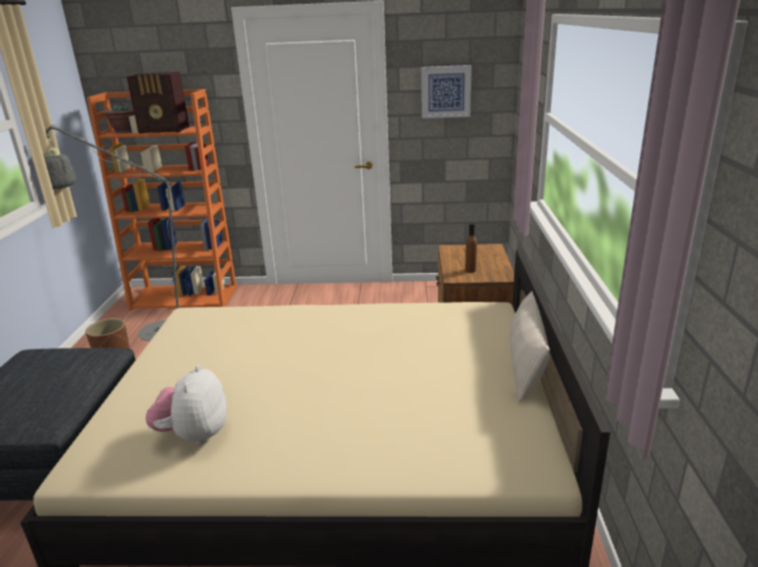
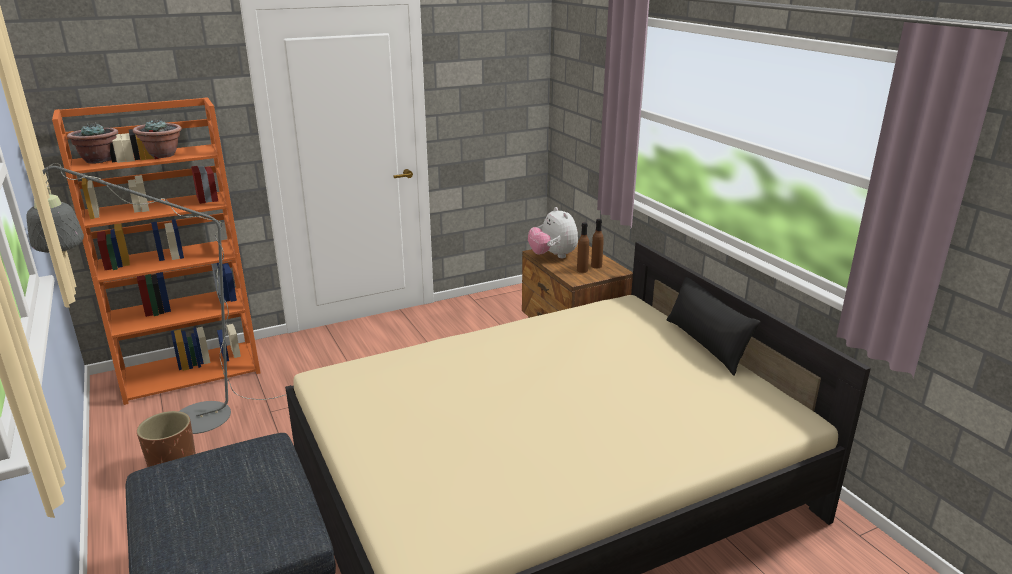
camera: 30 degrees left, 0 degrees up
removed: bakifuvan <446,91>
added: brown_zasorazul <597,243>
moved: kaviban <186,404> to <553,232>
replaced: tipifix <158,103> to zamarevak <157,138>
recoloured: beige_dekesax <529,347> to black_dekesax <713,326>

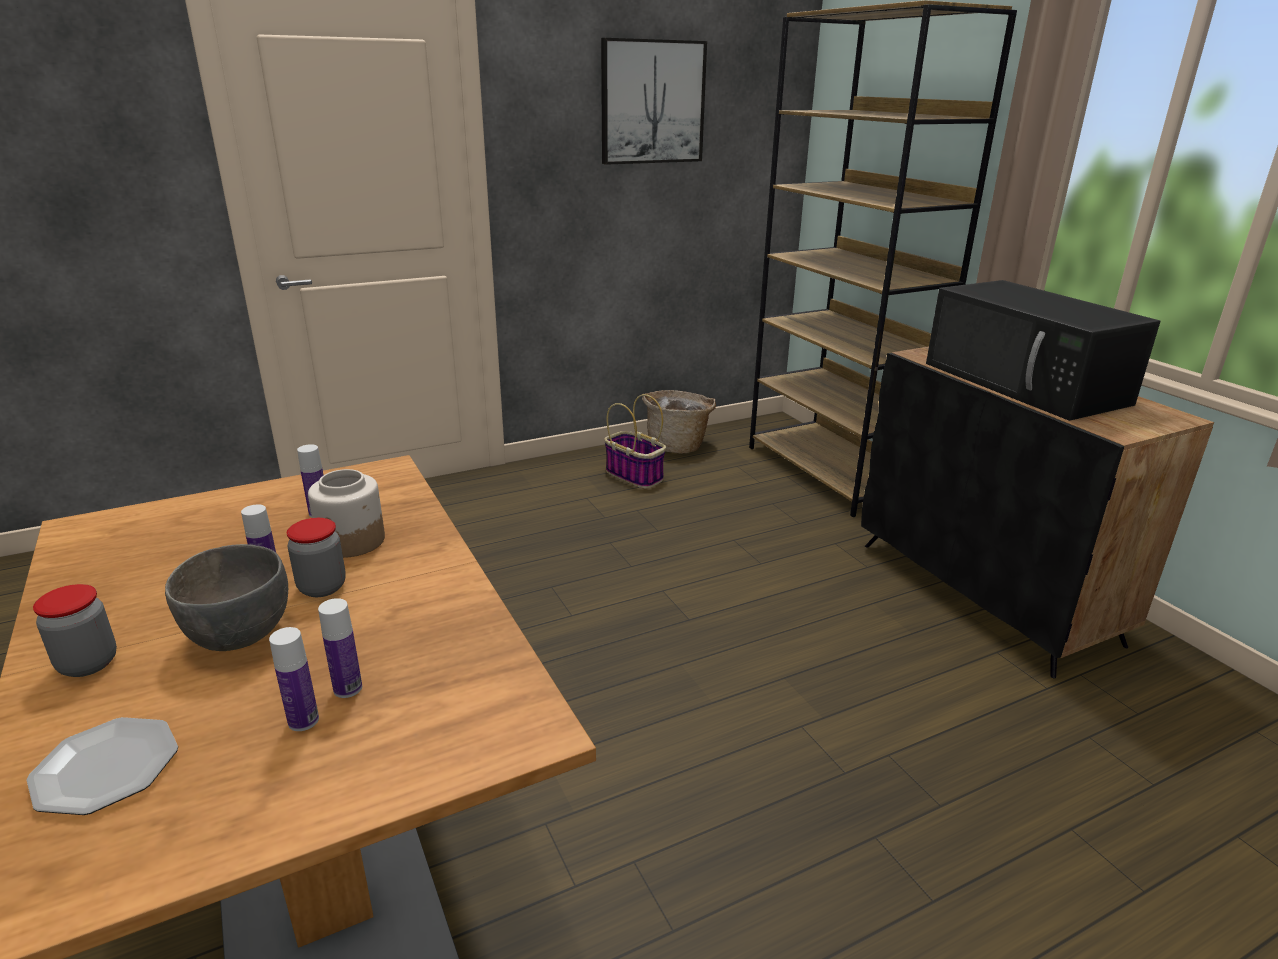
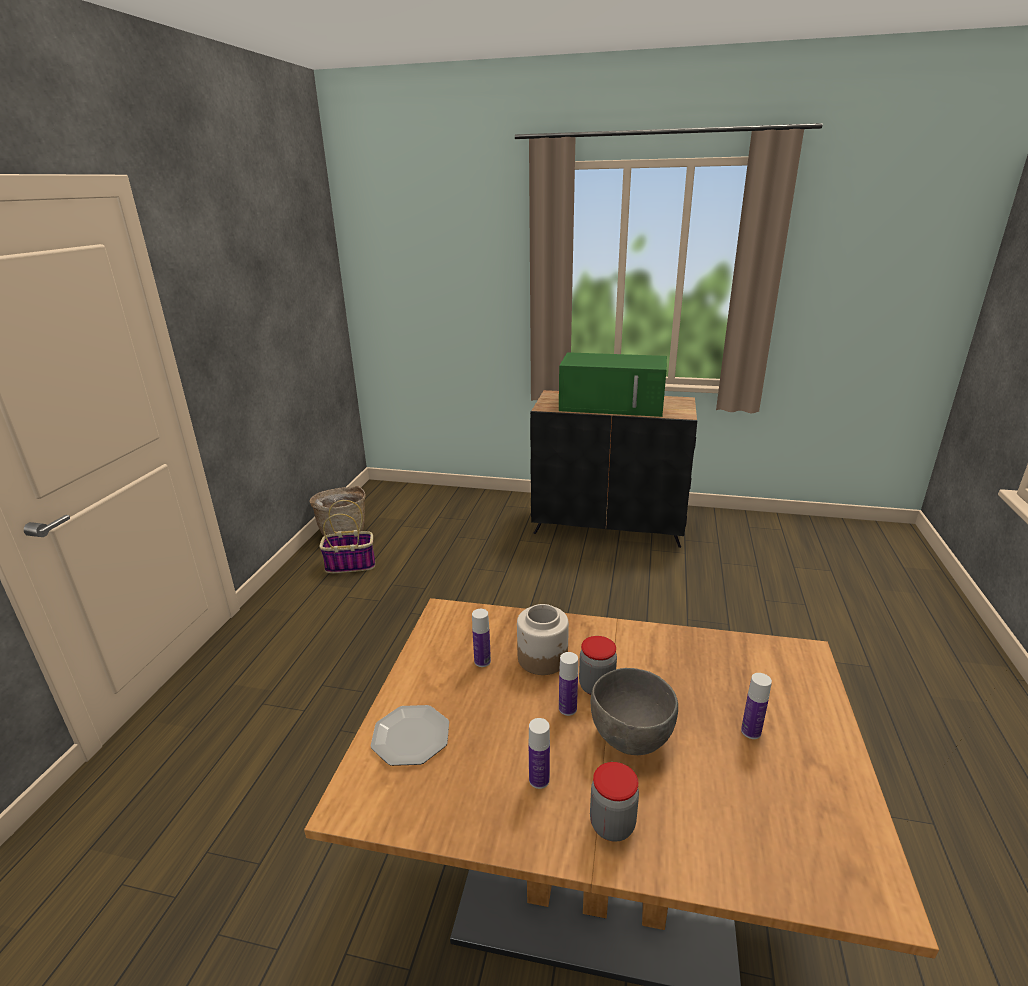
camera: 50 degrees left, 0 degrees up
removed: bakifuvan <654,101>; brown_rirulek <883,258>
moved: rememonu <102,766> to <410,735>; zasorazul <340,648> to <539,753>
recoloured: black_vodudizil <1043,350> to green_vodudizil <613,384>

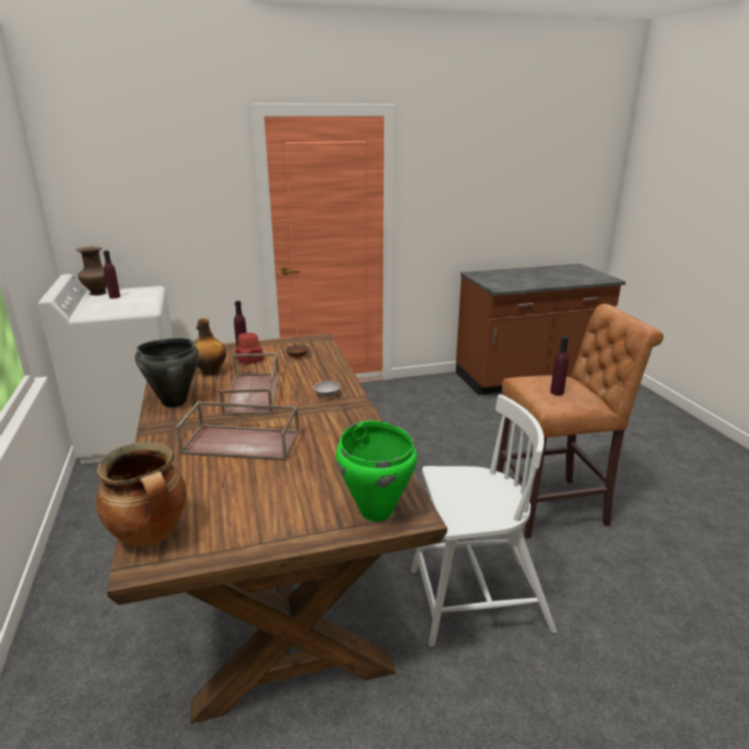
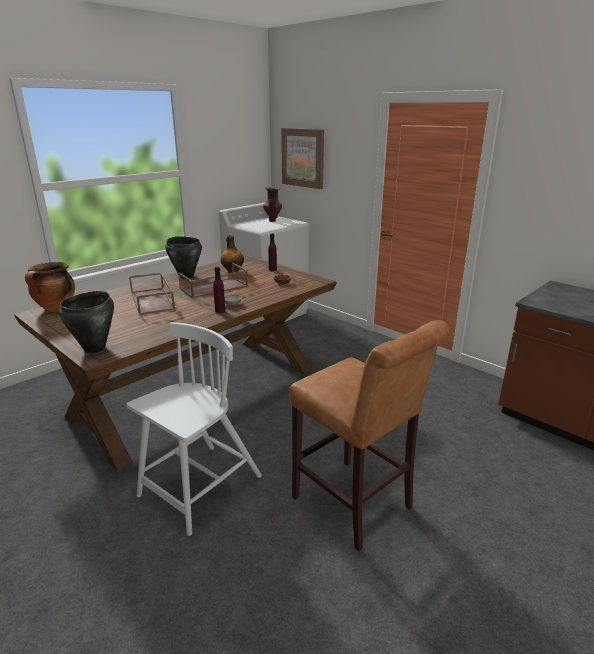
camera: 60 degrees right, 0 degrees up
removed: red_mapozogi <249,348>
added: bakifuvan <302,158>
moved: purple_zasorazul <559,365> to <219,290>
recoloured: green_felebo <376,471> to black_felebo <86,322>
turned: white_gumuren <484,520> = <194,429> 105 degrees counterclockwise

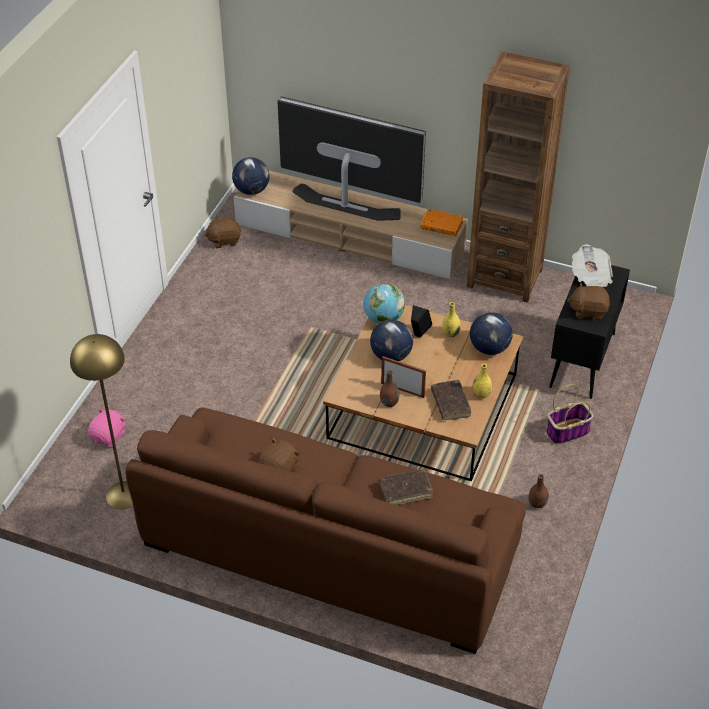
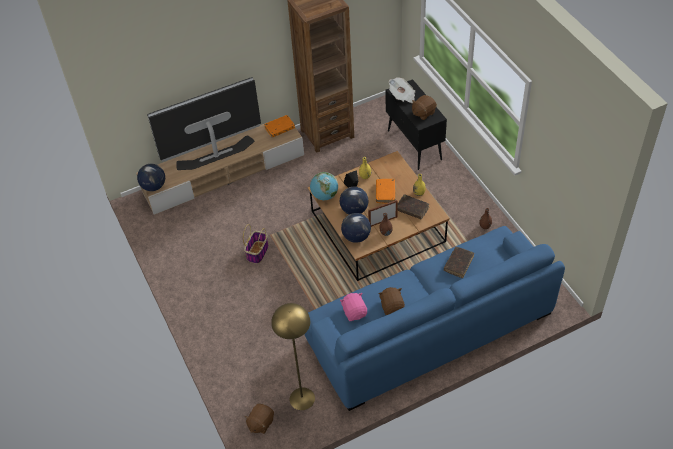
camera: 45 degrees left, 5 degrees up
added: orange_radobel <386,191>
moved: pink_kaviban <107,428> to <353,307>; brown_kaviban <223,232> to <259,419>; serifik <491,333> to <356,228>; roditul <570,414> to <256,244>
recoloured: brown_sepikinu <325,530> to blue_sepikinu <435,318>

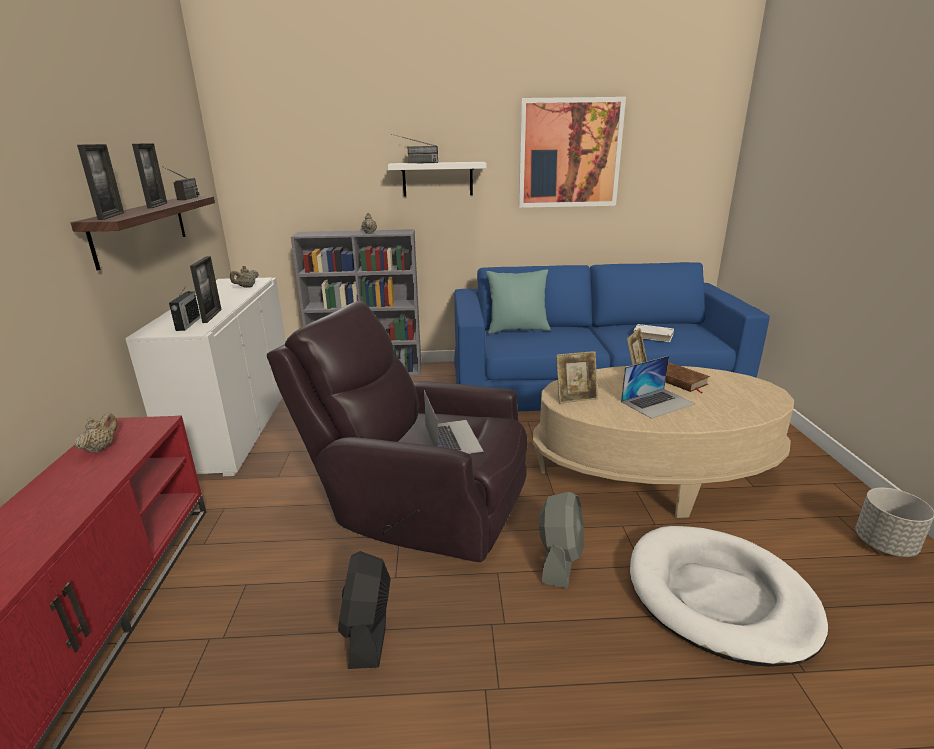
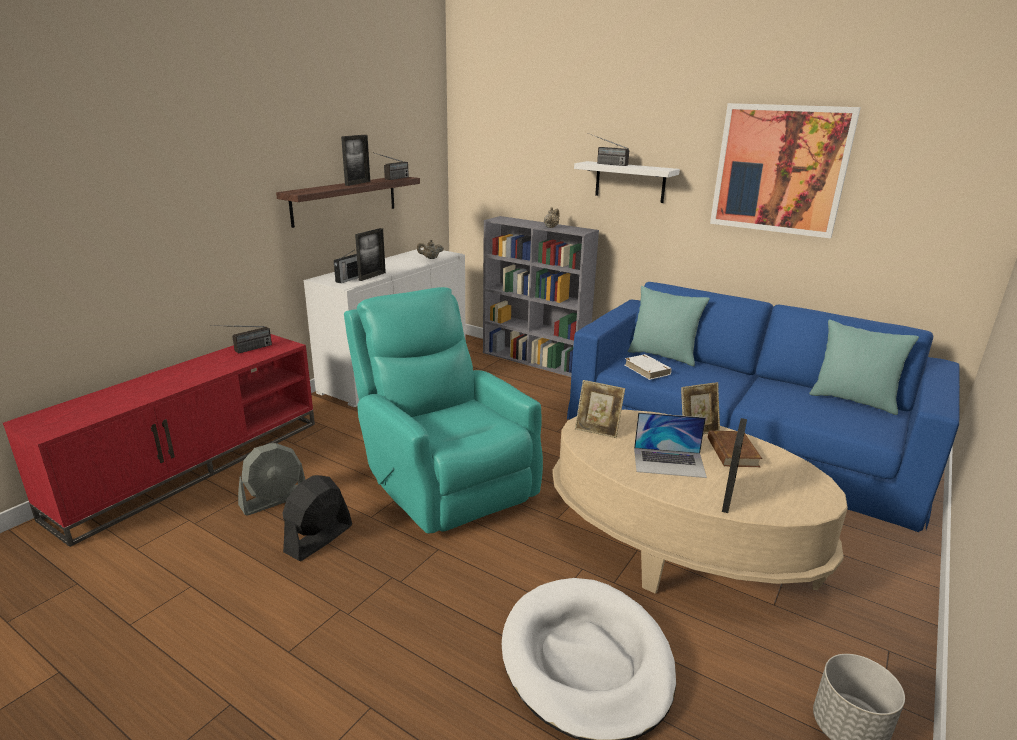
camera: 35 degrees right, 0 degrees up
removed: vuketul <453,422>
added: turquoise_dekesax <864,367>
moved: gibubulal <100,182> to <734,465>; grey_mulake <561,540> to <271,479>; white_radobel <652,333> to <648,367>
replaced: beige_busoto <96,433> to tipifix <241,339>
recoloured: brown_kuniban <397,431> to turquoise_kuniban <443,410>

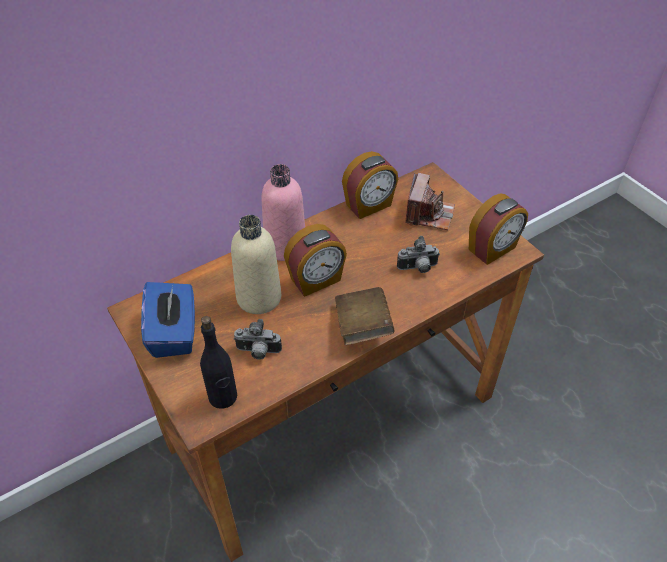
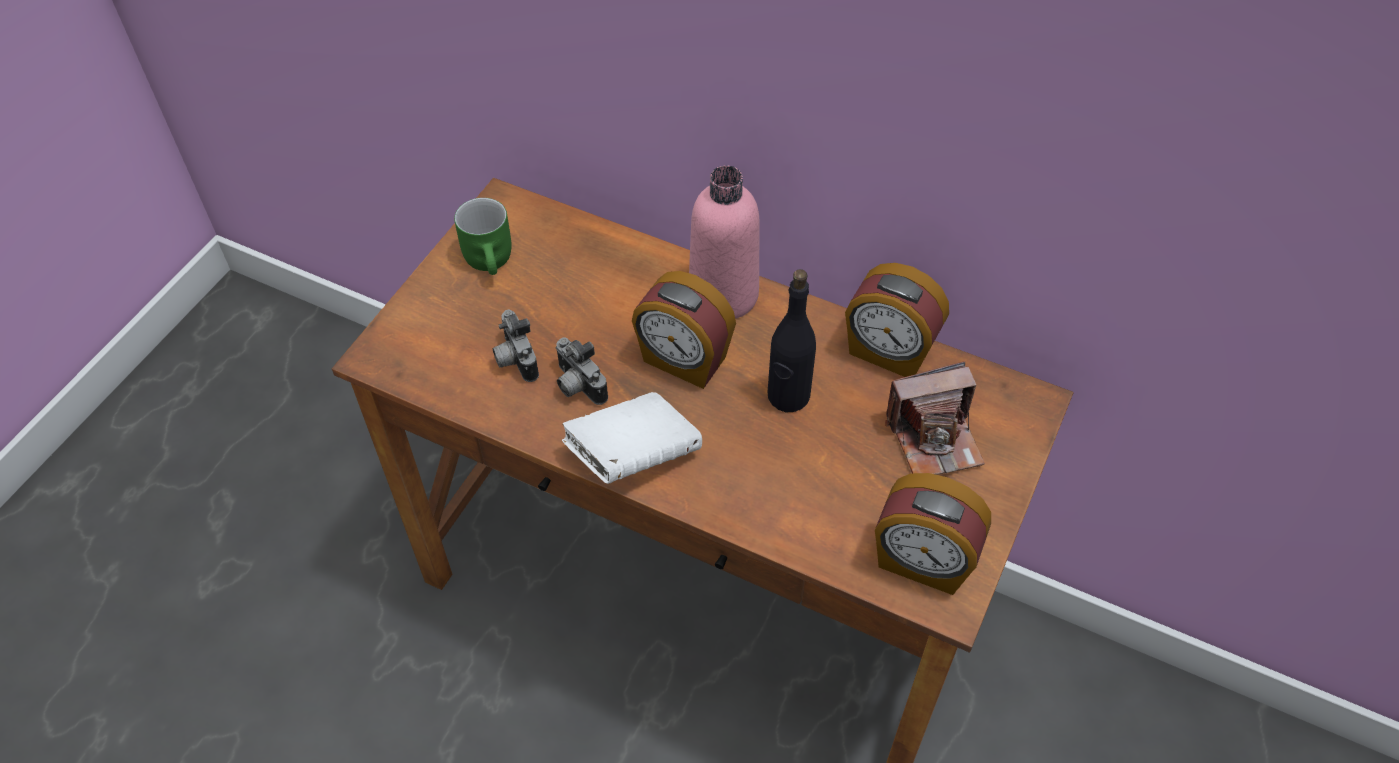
camera: 60 degrees right, 5 degrees up
removed: beige_zasorazul <256,264>
moved: black_zasorazul <218,362> to <792,340>; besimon <418,254> to <582,371>
replaced: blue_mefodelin <168,320> to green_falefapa <483,236>
recoloured: brown_radobel <364,316> to white_radobel <632,438>

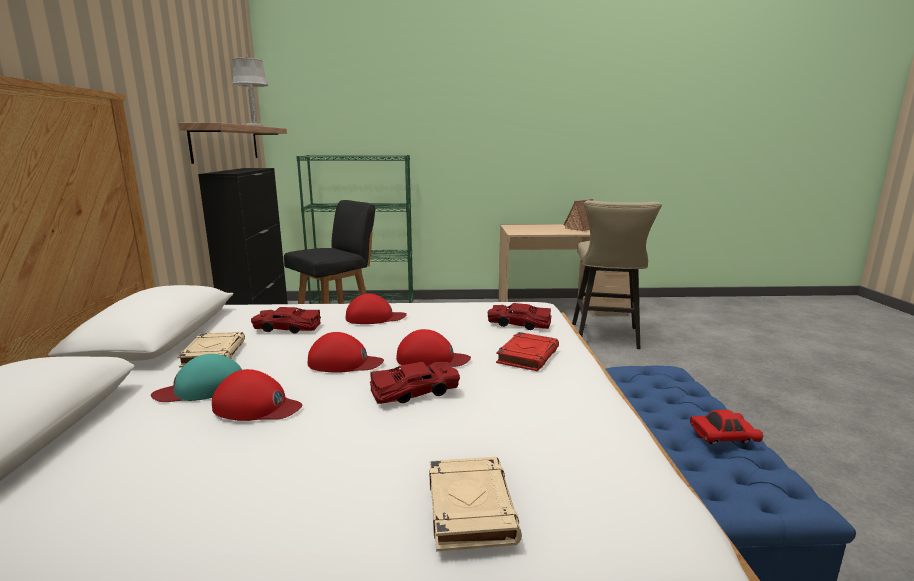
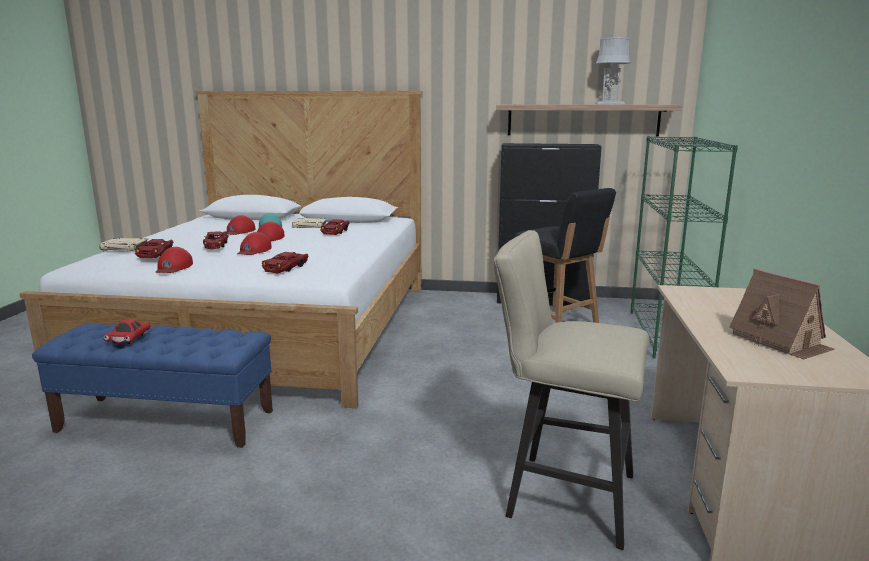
camera: 100 degrees right, 0 degrees up
removed: red_radobel <527,351>
added: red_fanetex <154,248>
moved: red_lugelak <376,309> to <174,260>

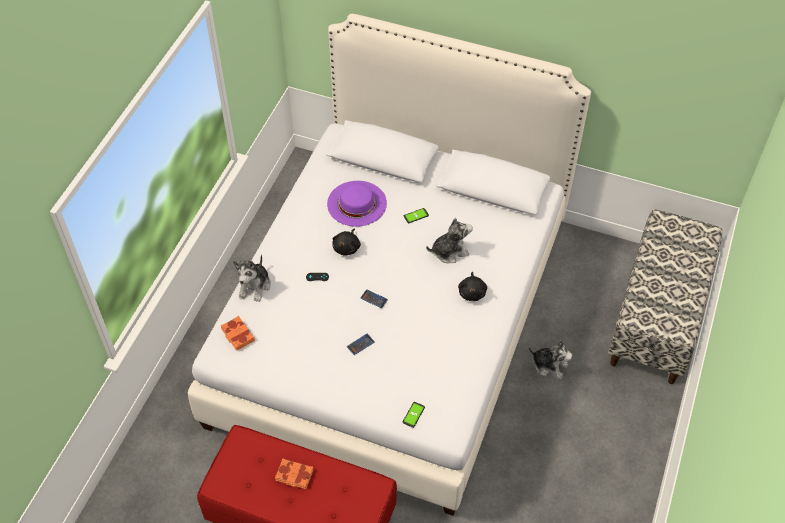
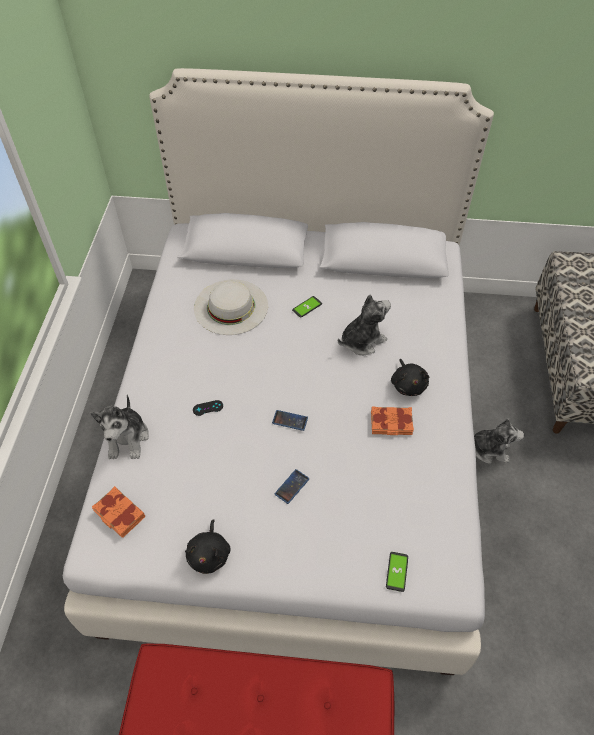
camera: 15 degrees left, 0 degrees up
moved: orange_radobel <294,473> to <392,420>; black_kaviban <346,242> to <208,547>
recoloured: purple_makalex <357,204> to white_makalex <231,307>

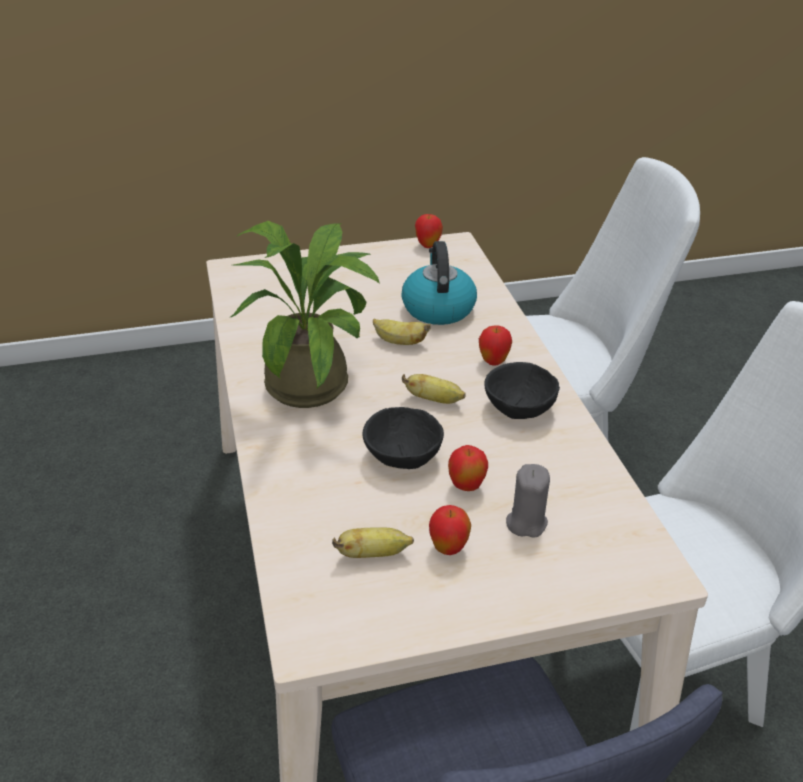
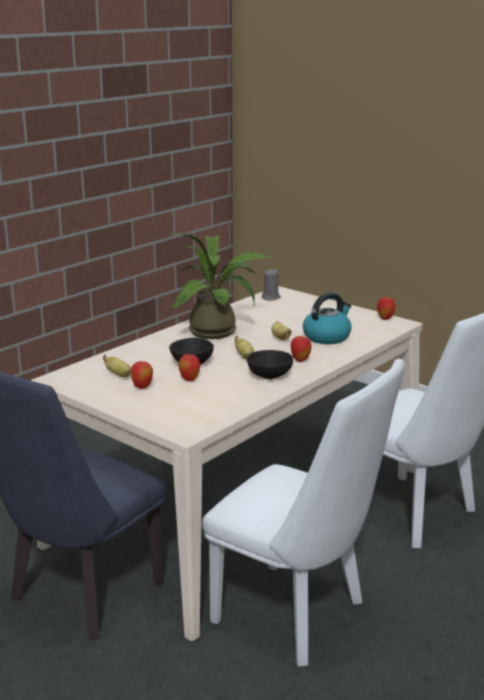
camera: 55 degrees right, 15 degrees down
moved: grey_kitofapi <528,501> to <271,284>

